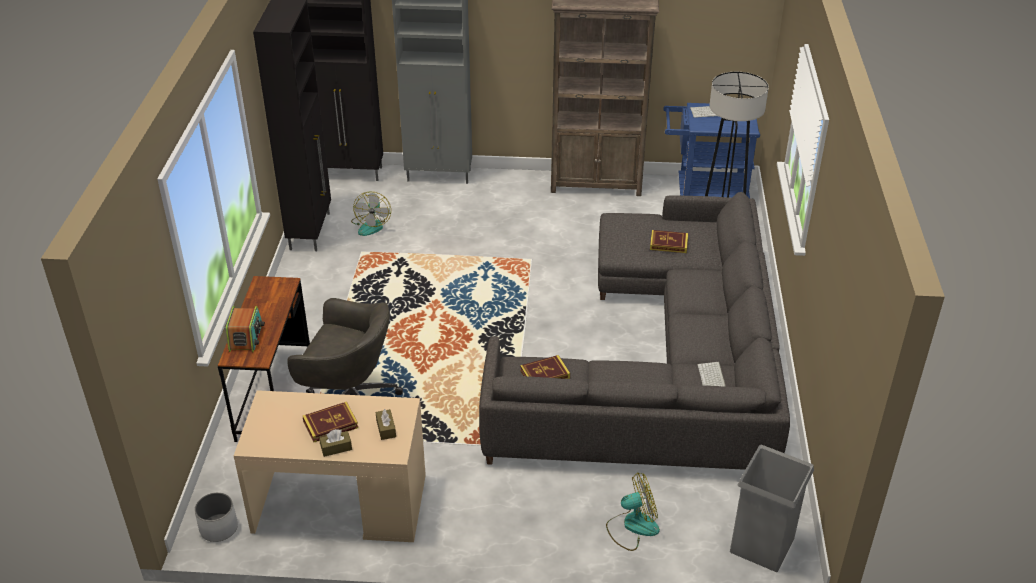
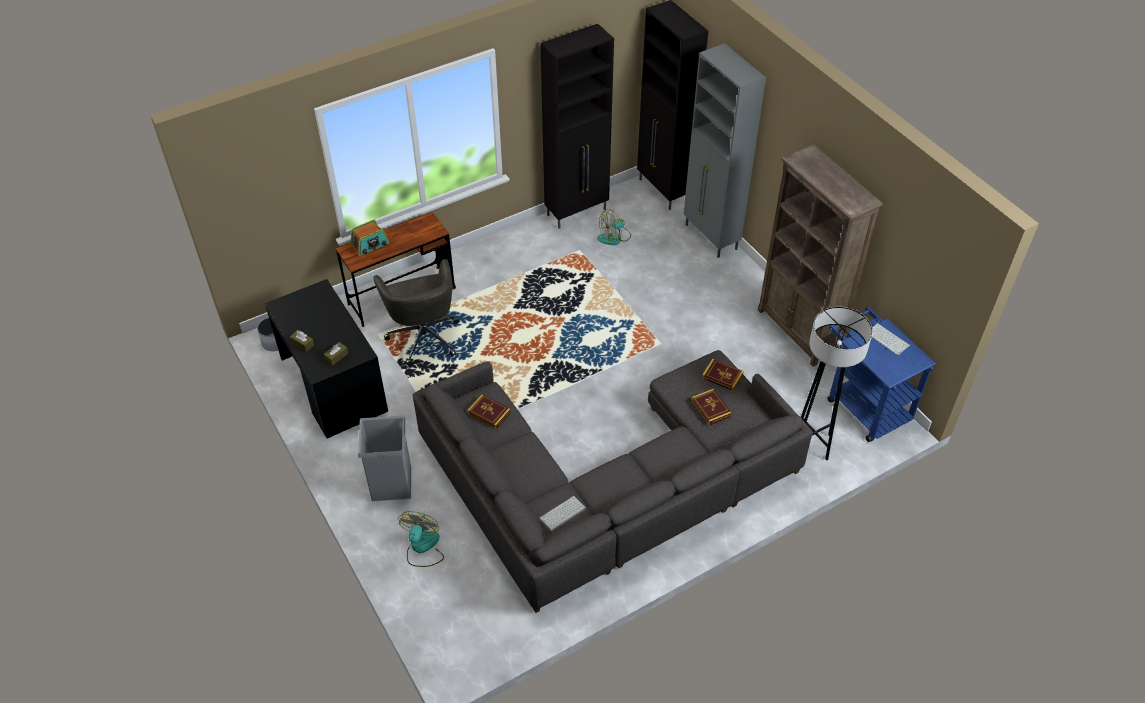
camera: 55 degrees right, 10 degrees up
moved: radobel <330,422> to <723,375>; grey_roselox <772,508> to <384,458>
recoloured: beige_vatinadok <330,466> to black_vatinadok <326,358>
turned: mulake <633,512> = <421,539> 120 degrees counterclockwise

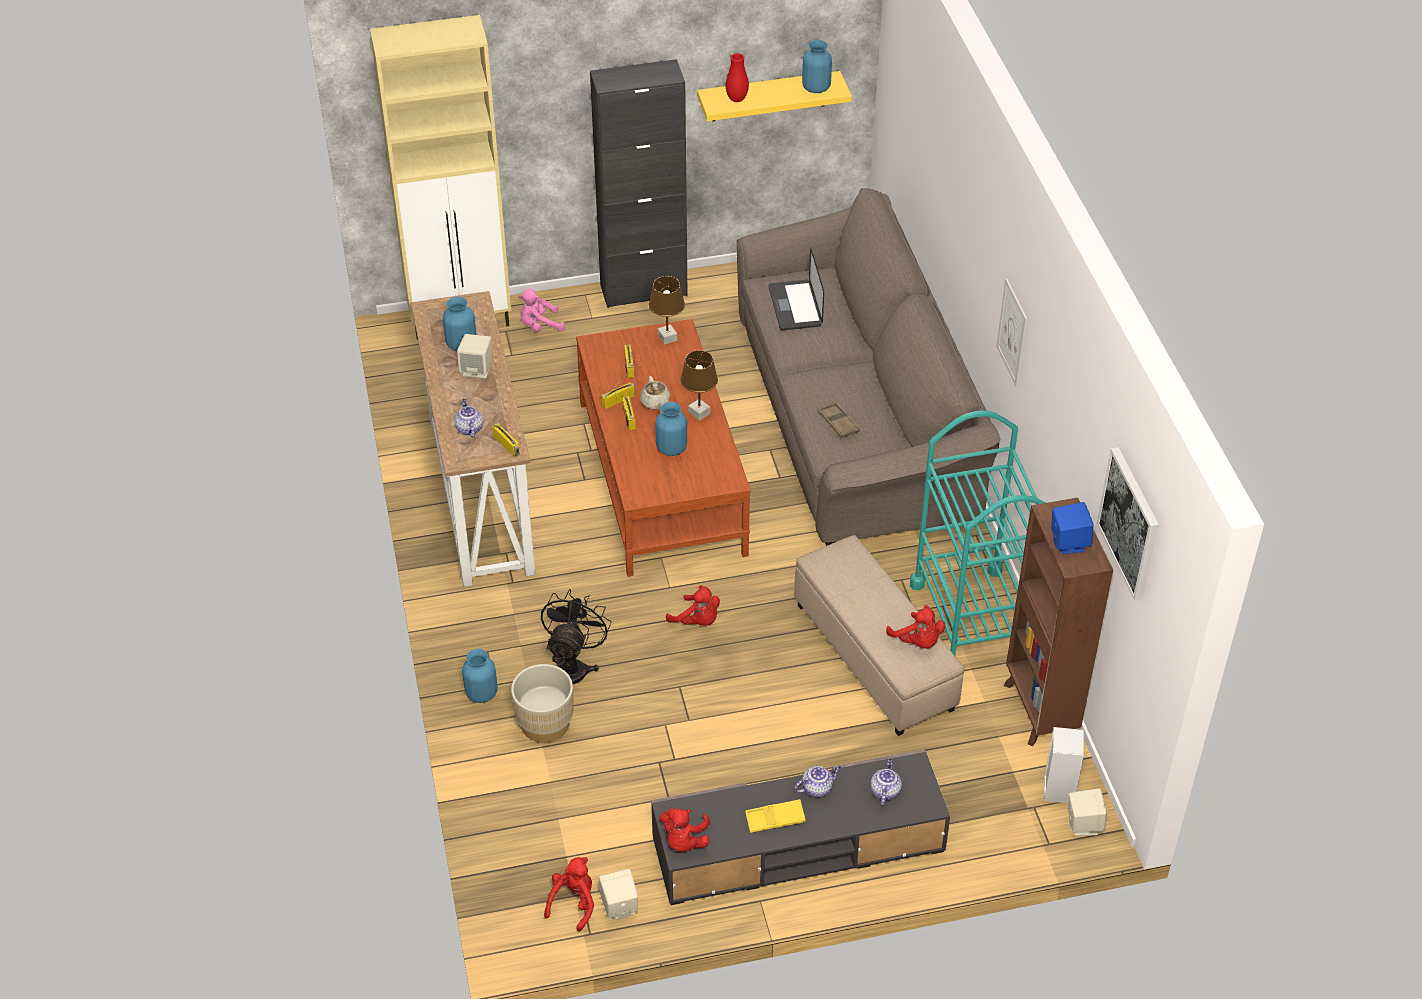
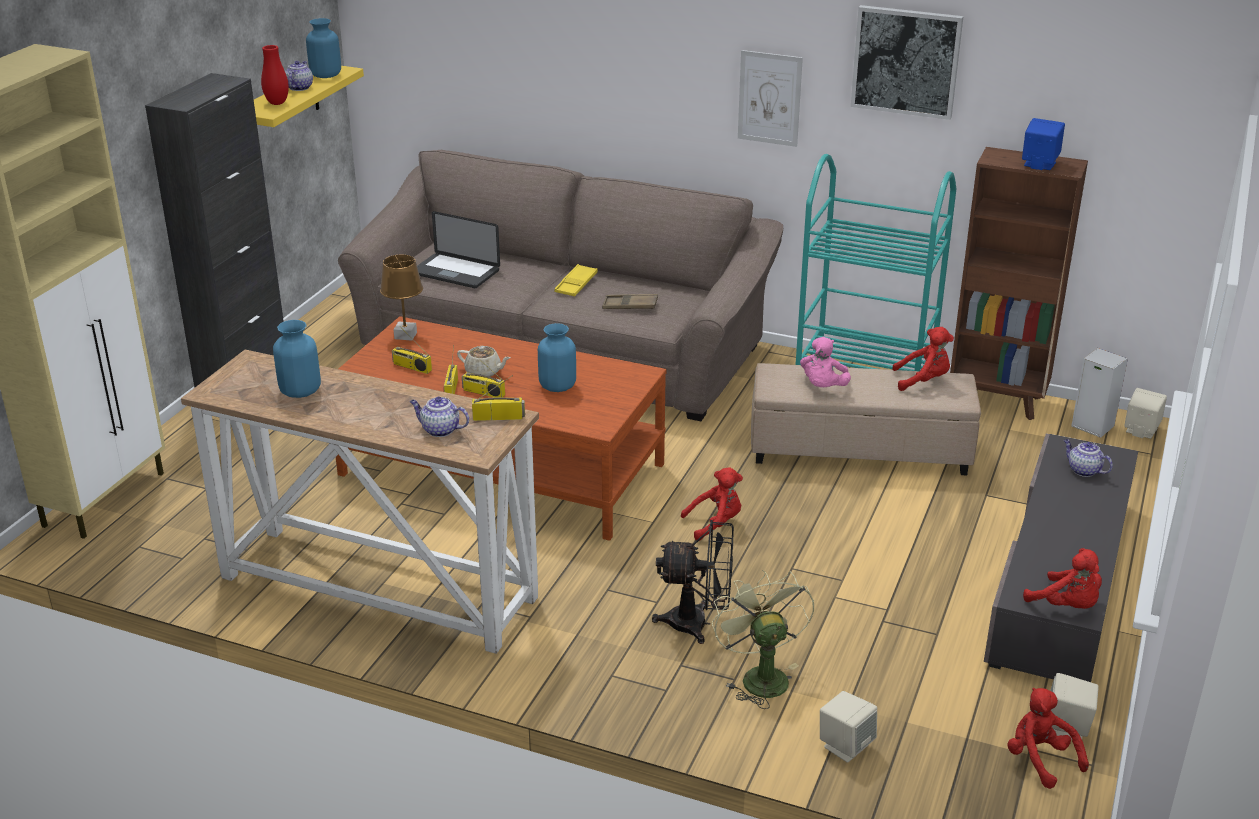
camera: 55 degrees left, 15 degrees down
removed: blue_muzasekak <480,676>; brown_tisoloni <699,385>
moved: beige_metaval <474,356> to <848,727>; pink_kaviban <542,311> to <825,362>; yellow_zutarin <775,816> to <576,280>; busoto <818,781> to <299,76>; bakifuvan <1128,524> to <907,62>
replaced: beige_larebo <542,703> to green_mulake <763,639>
turned: black_mulake <576,636> = <693,582> 135 degrees clockwise

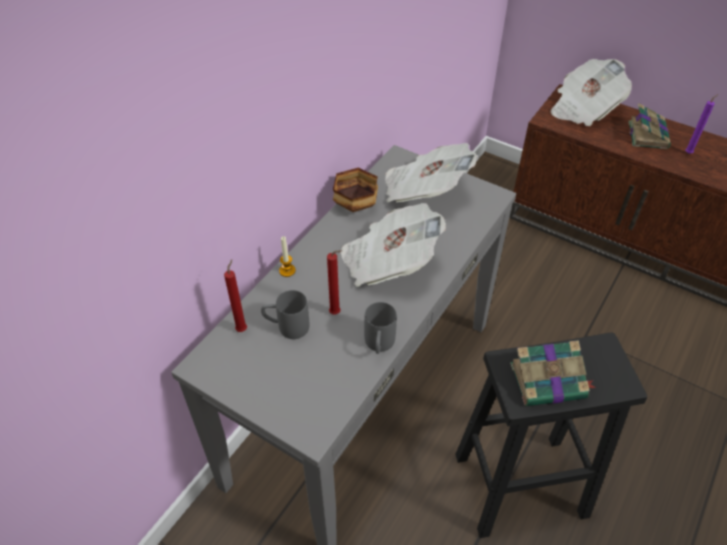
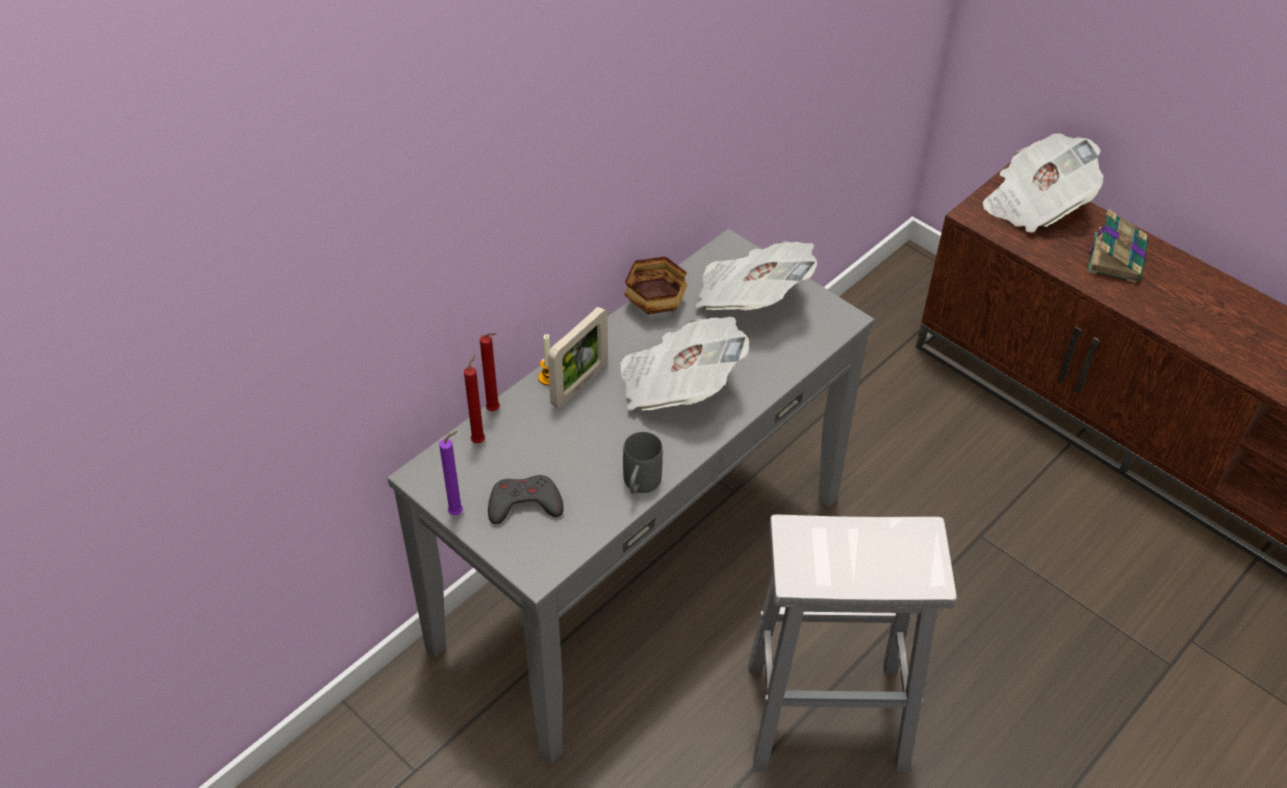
camera: 10 degrees right, 0 degrees up
removed: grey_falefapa <285,314>; radobel <553,373>
added: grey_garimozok <526,499>; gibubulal <578,357>
moved: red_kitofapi <334,282> to <490,372>; purple_kitofapi <702,124> to <451,473>
recoloured: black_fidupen <551,435> to white_fidupen <852,643>

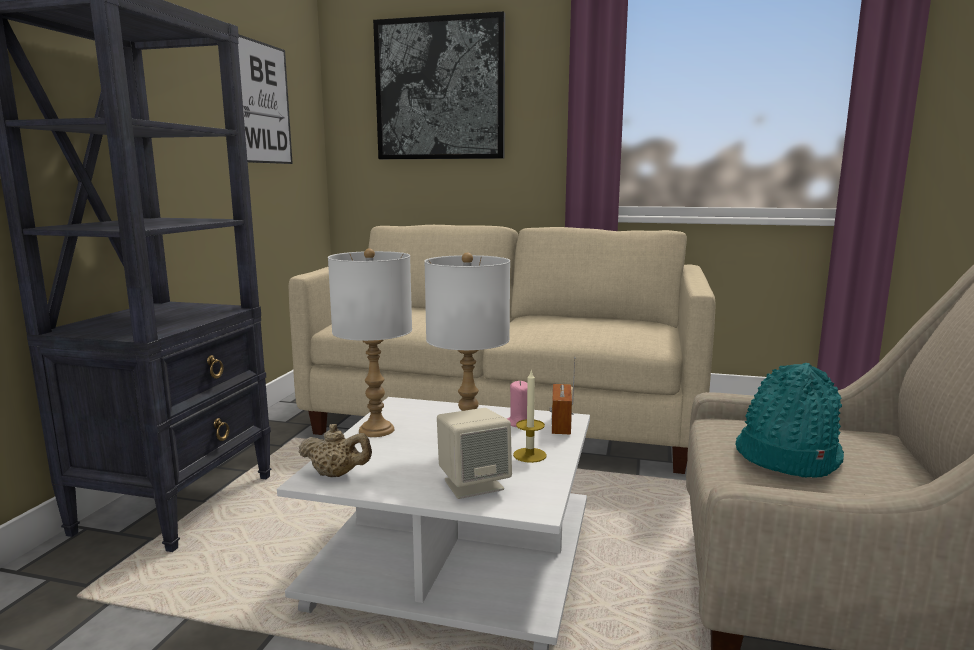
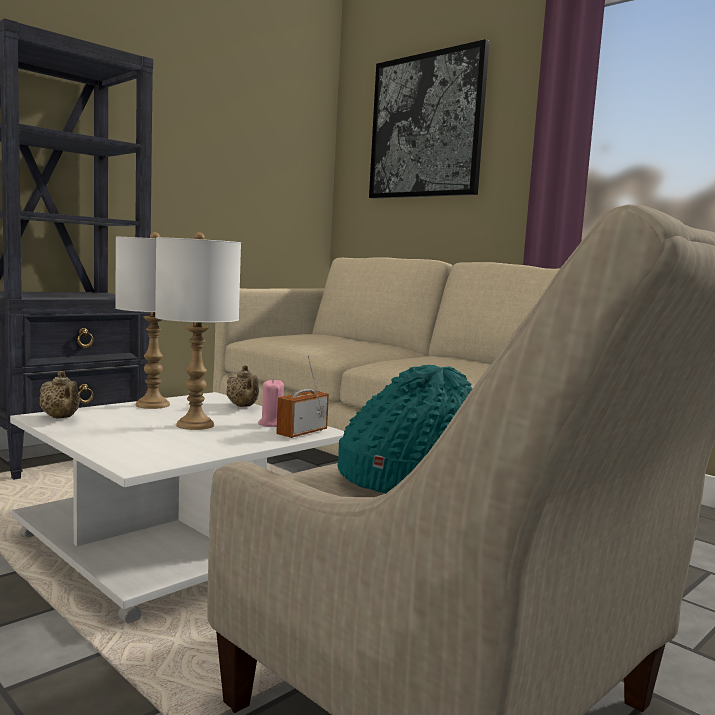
camera: 30 degrees right, 5 degrees down
removed: bakifuvan <265,99>; beige_metaval <474,453>; kitofapi <530,416>
added: beige_busoto <243,386>

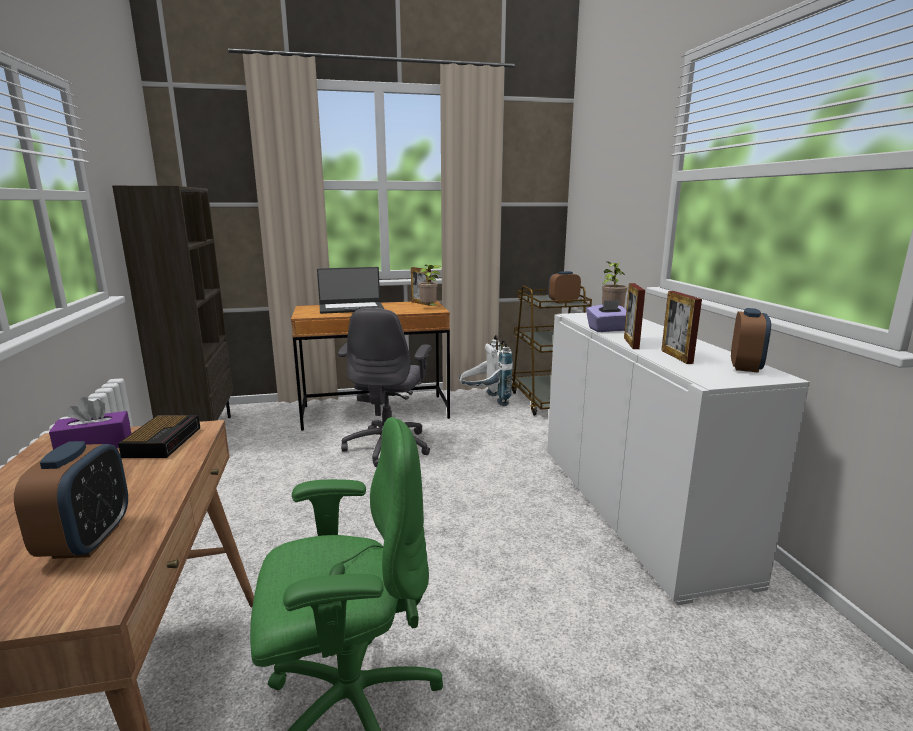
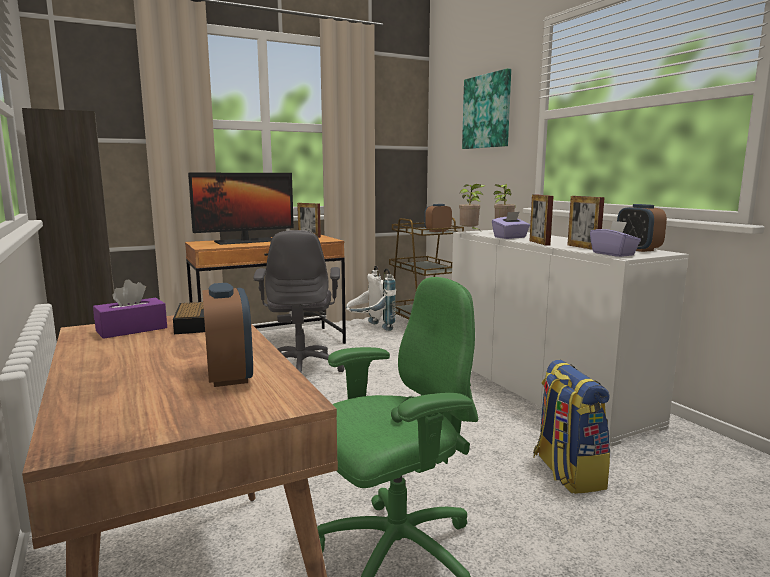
camera: 15 degrees left, 5 degrees down
added: bakifuvan <486,108>; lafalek <571,427>; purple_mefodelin <615,239>
moved: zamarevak <430,285> to <472,207>
replaced: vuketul <350,290> to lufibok <241,209>
turned: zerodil <751,340> = <642,228> 150 degrees clockwise

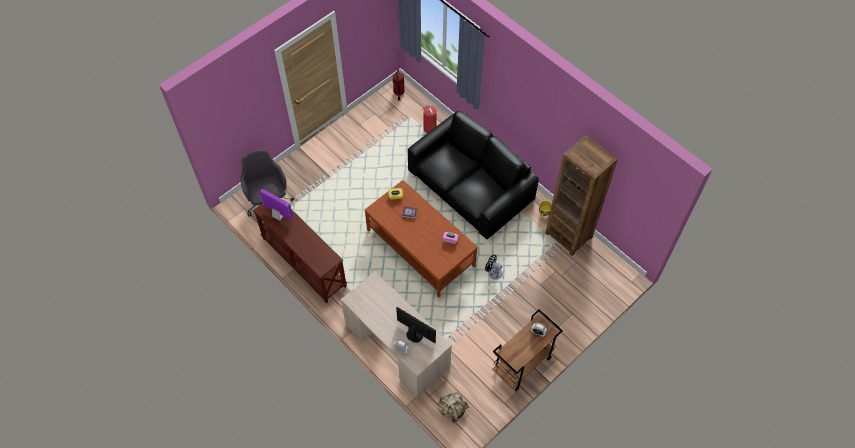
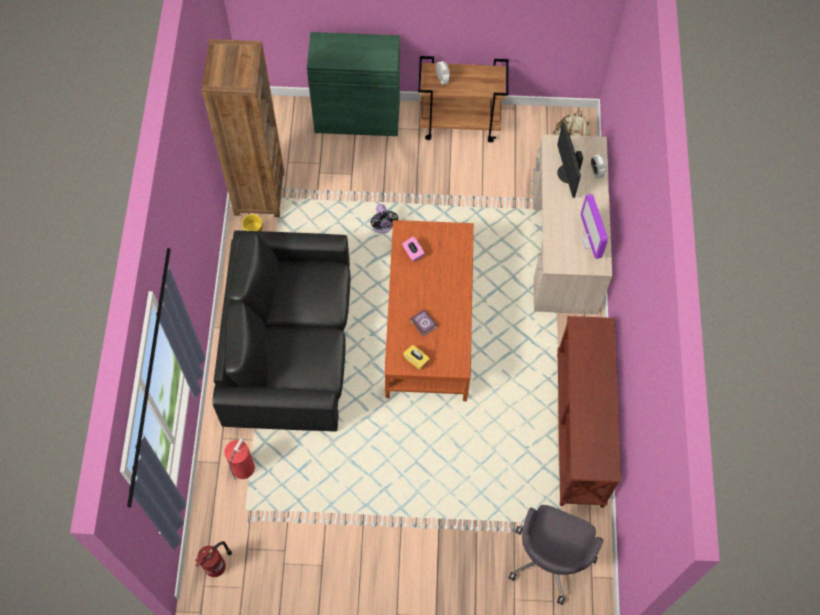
camera: 135 degrees left, 5 degrees up
added: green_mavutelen <353,84>
moved: lufibok <276,205> to <594,226>

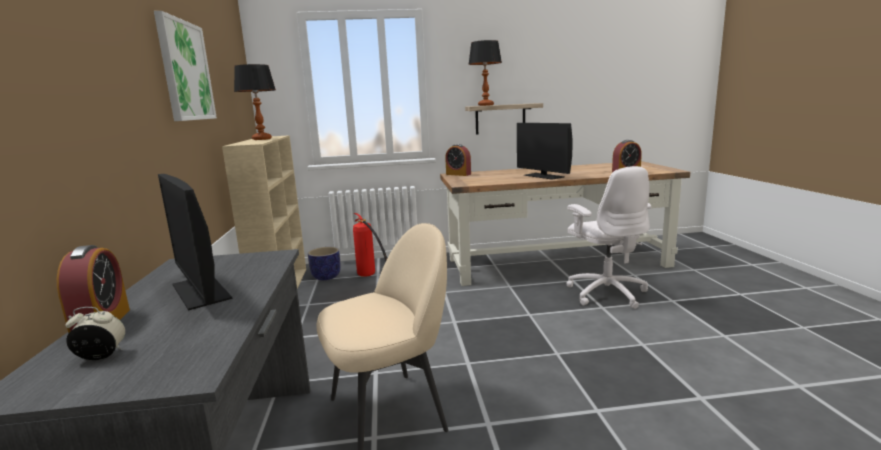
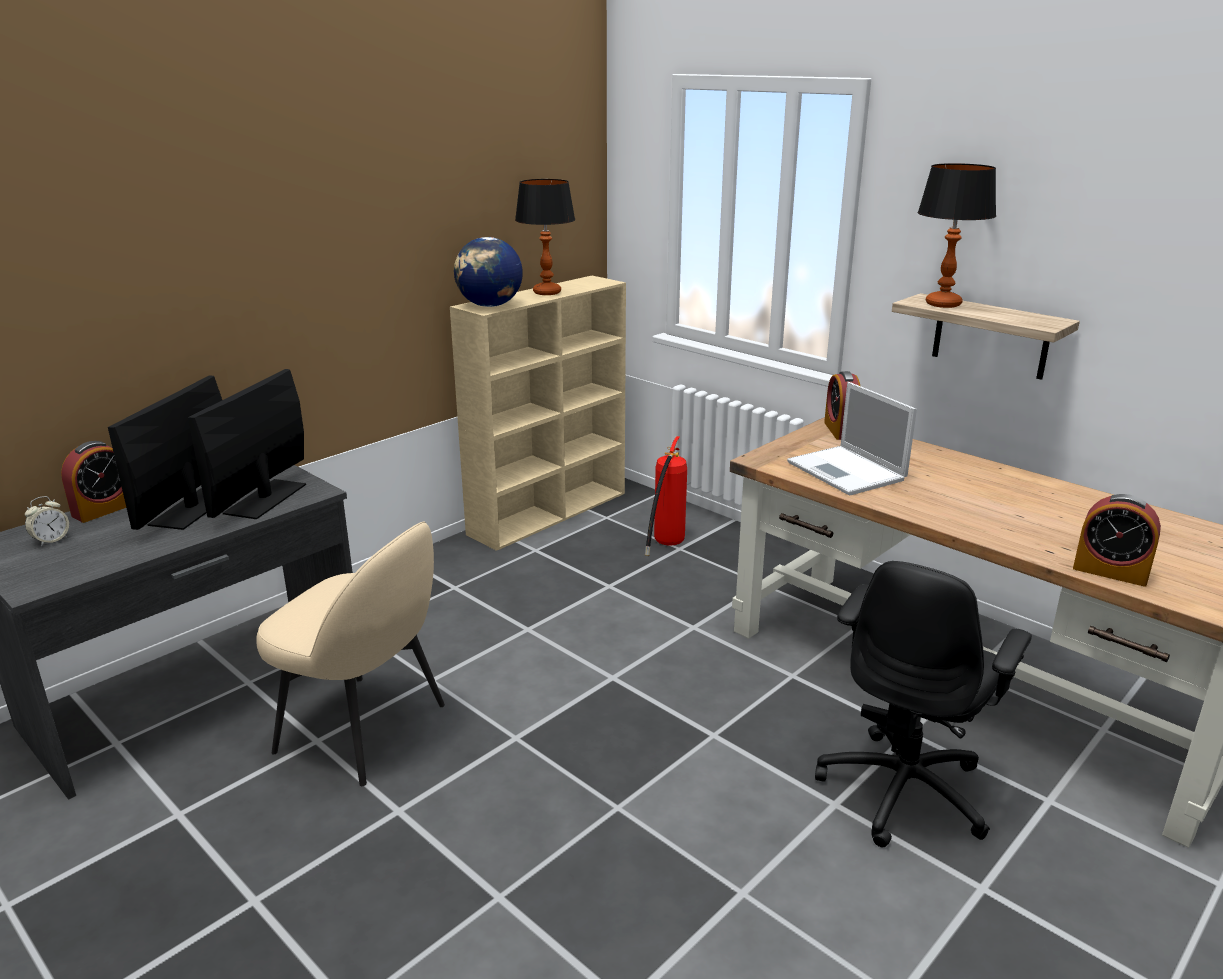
camera: 50 degrees right, 10 degrees up
removed: bakifuvan <185,66>; larebo <324,263>
added: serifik <488,272>; vuketul <852,439>
moved: lufibok <545,151> to <247,444>
recoloured: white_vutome <609,237> to black_vutome <923,704>
turned: zerodil <95,333> = <47,521> 90 degrees clockwise

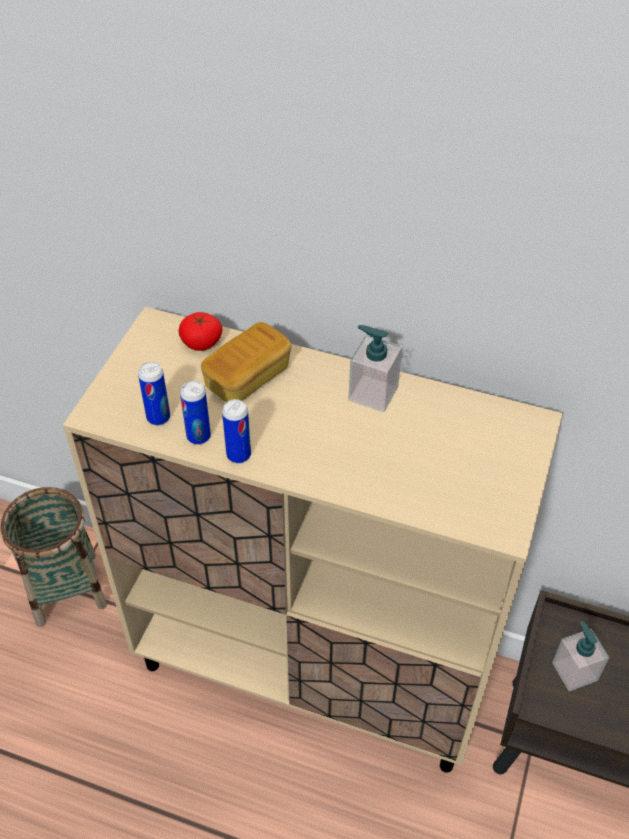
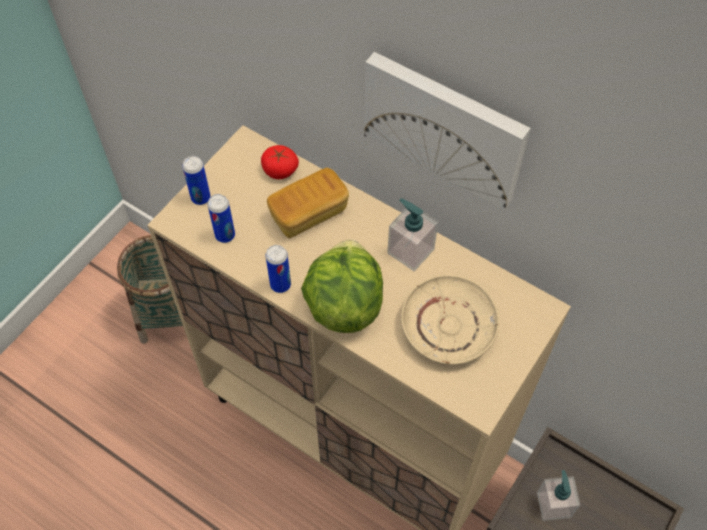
camera: 15 degrees right, 10 degrees up
added: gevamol <342,286>; bakifuvan <447,131>; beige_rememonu <450,319>
moved: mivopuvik <195,413> to <196,180>

